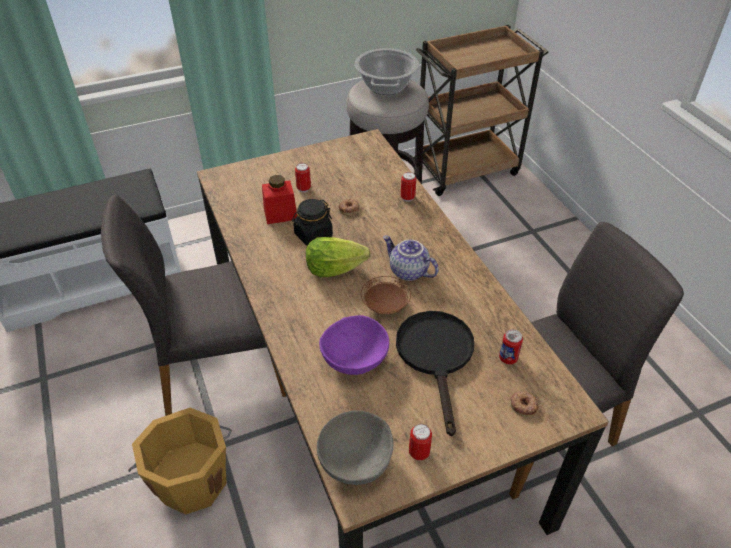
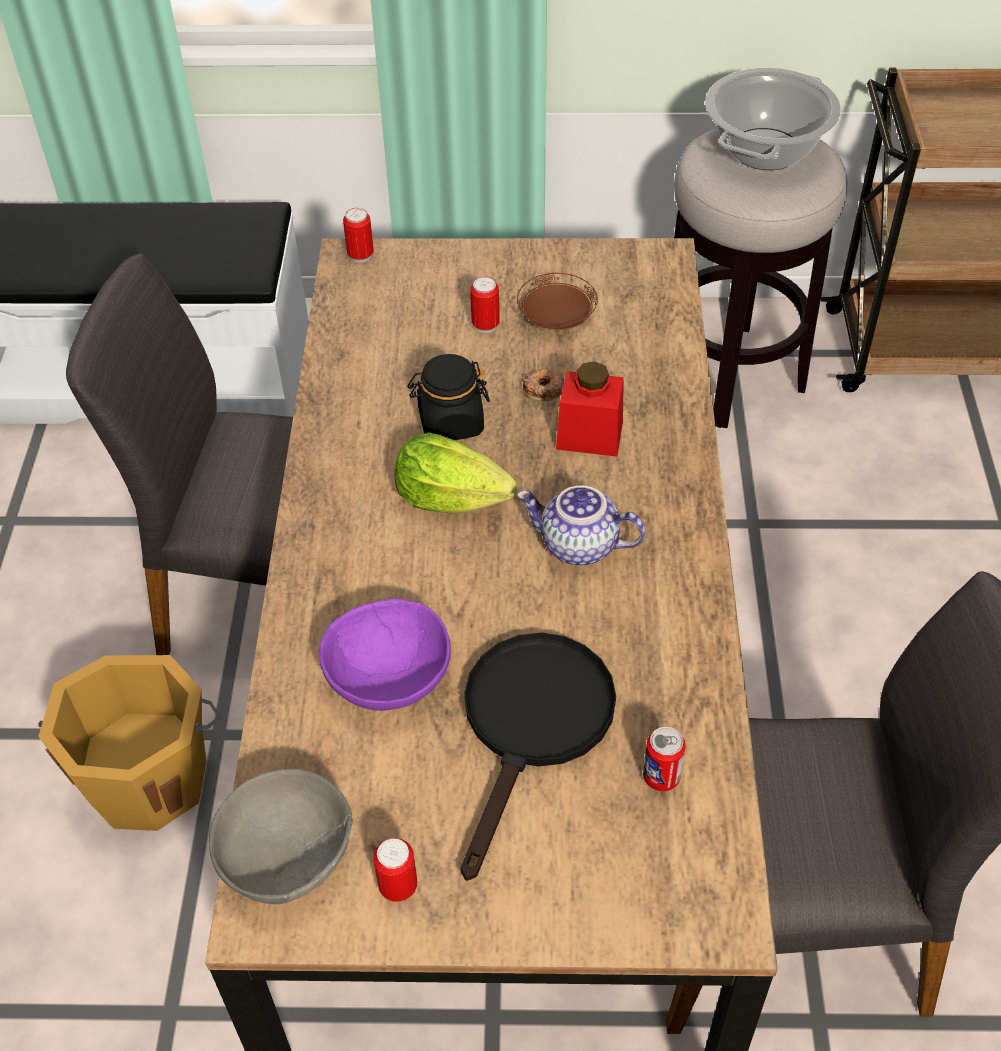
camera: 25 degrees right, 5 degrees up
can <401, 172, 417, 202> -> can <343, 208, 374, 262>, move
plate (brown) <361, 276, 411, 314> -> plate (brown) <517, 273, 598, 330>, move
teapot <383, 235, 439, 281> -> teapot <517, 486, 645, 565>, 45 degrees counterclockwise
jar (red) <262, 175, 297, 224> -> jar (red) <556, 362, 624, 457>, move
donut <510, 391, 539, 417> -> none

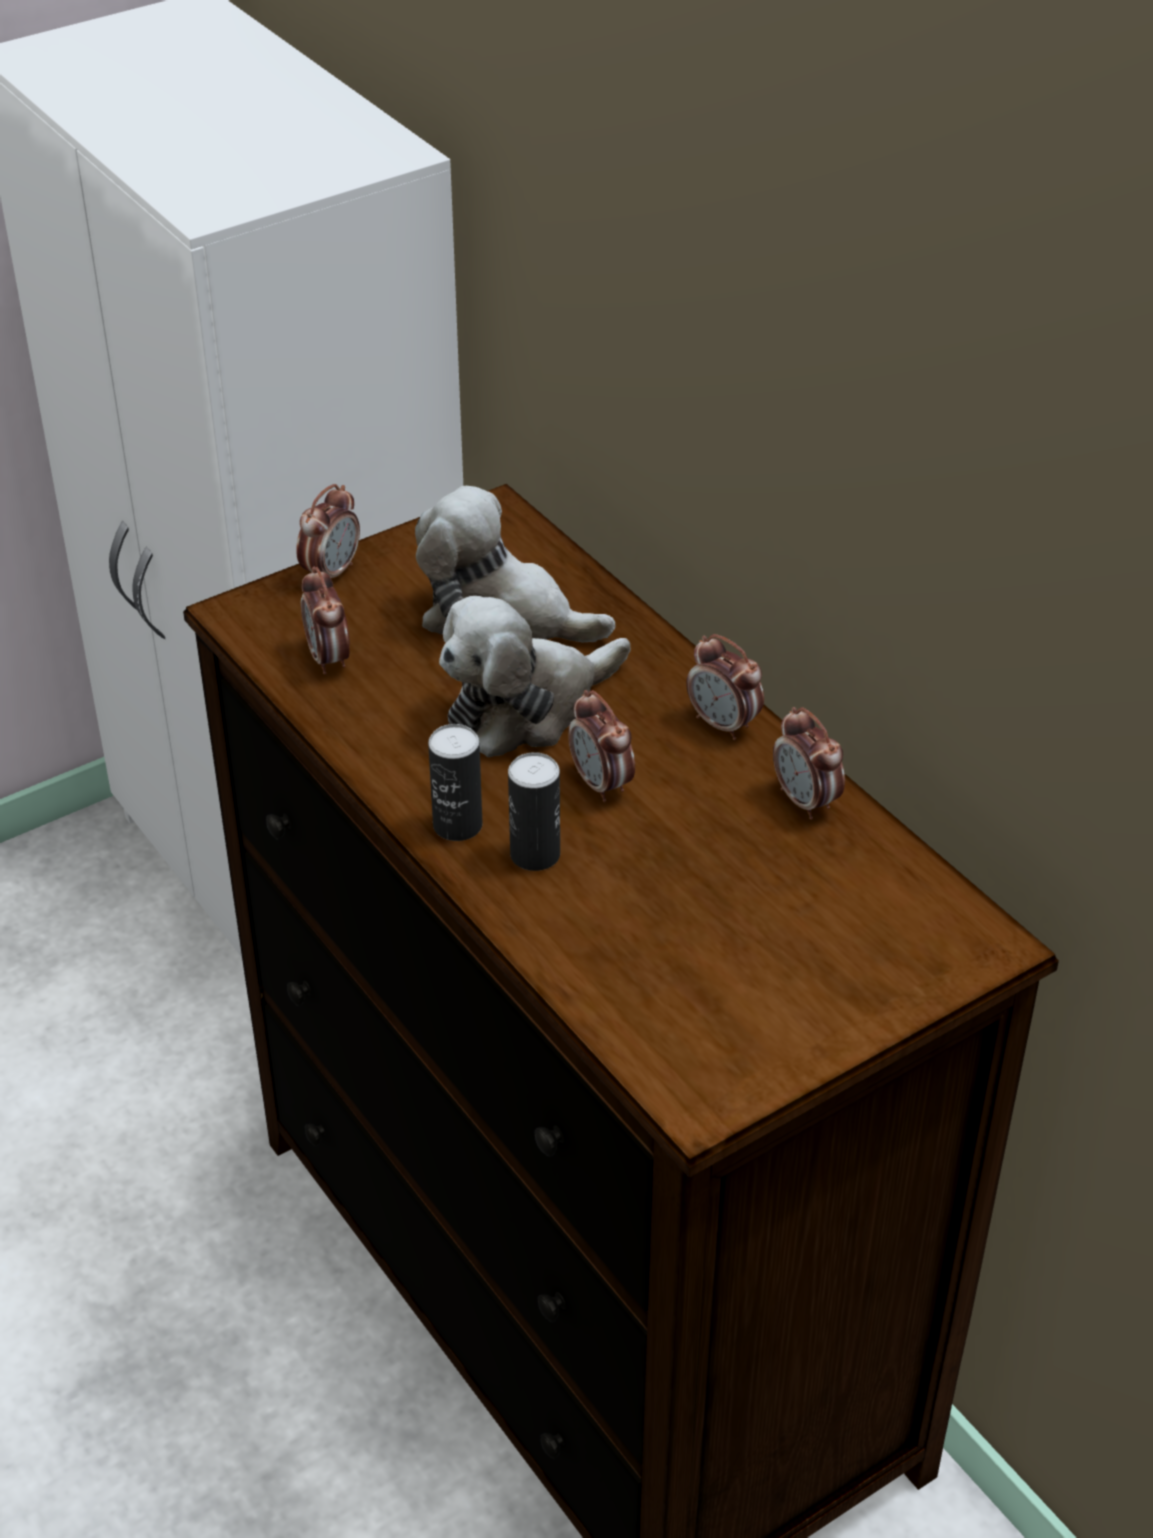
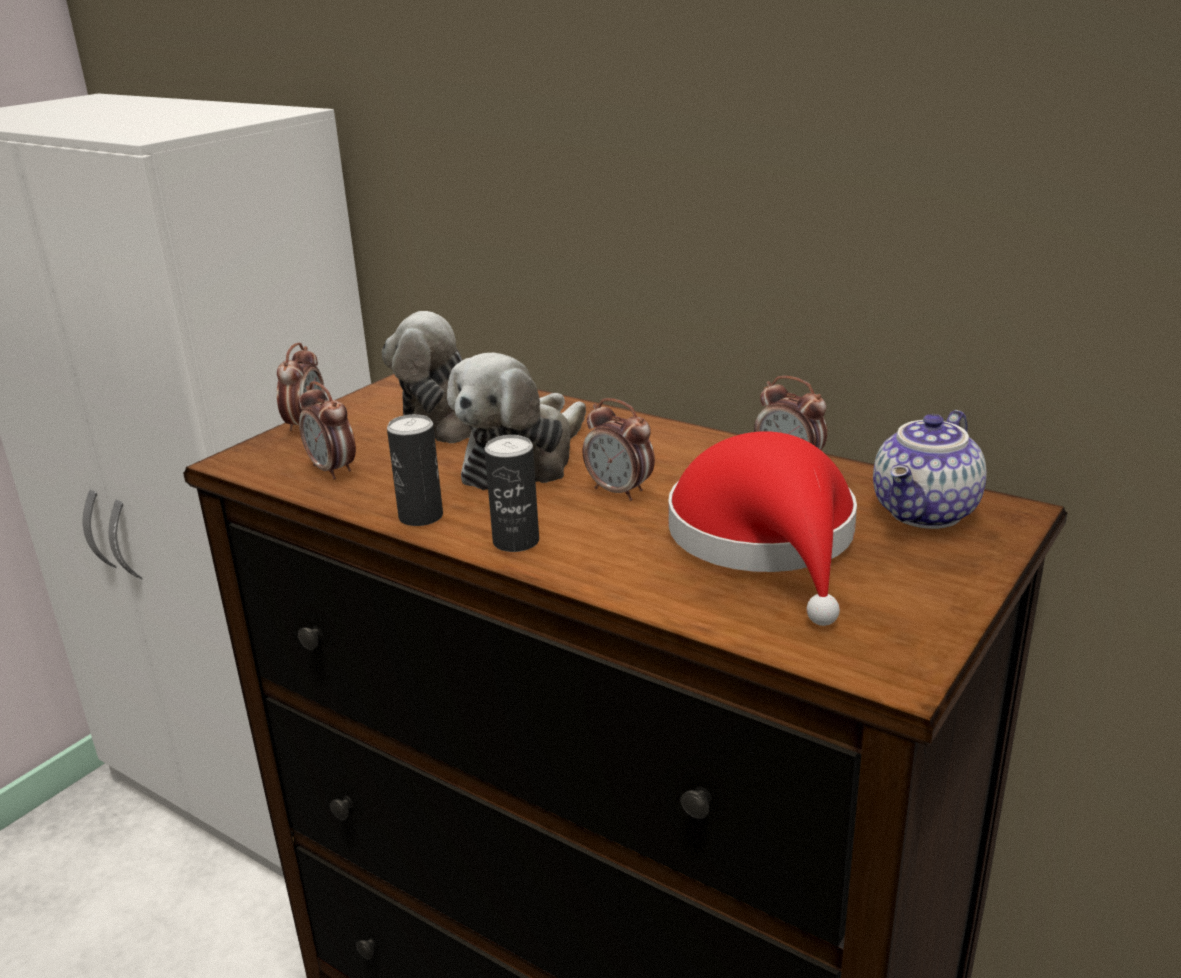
camera: 20 degrees left, 15 degrees down
can <508, 752, 560, 871> -> can <387, 414, 443, 526>, move
none -> hat (red) <668, 431, 857, 626>
none -> teapot <873, 410, 987, 529>
alarm clock <686, 634, 764, 740> -> none

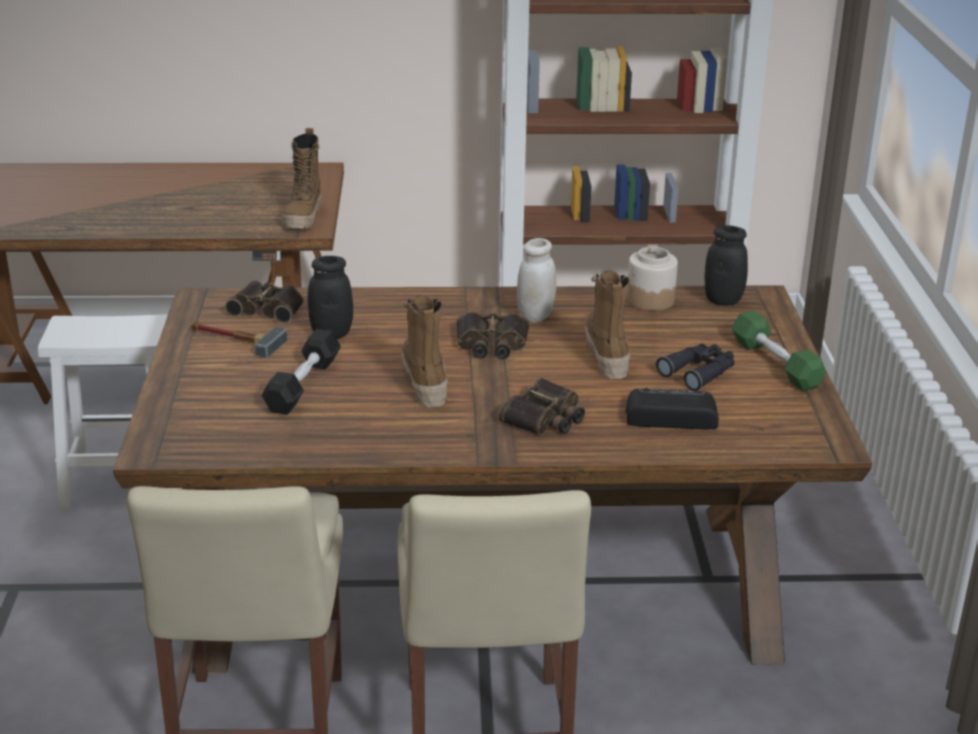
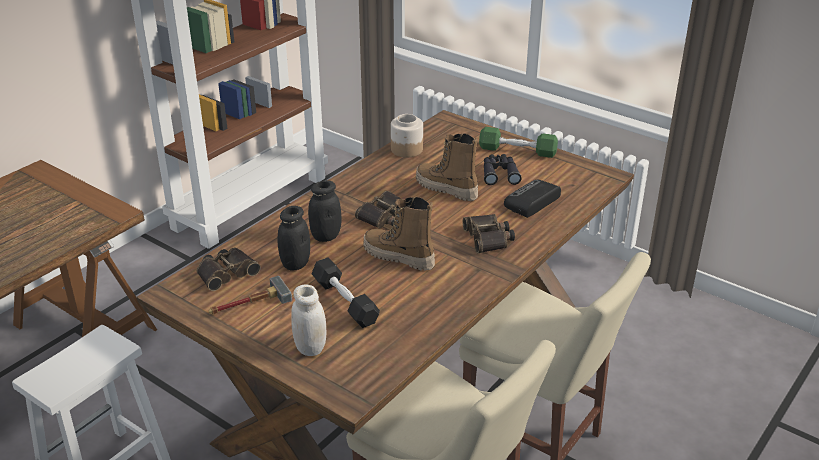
camera: 50 degrees left, 5 degrees up
jar (white) <517, 238, 556, 322> -> jar (white) <292, 285, 326, 356>, move
jar (black) <705, 225, 748, 306> -> jar (black) <308, 180, 342, 242>, move
boot <282, 128, 321, 229> -> none

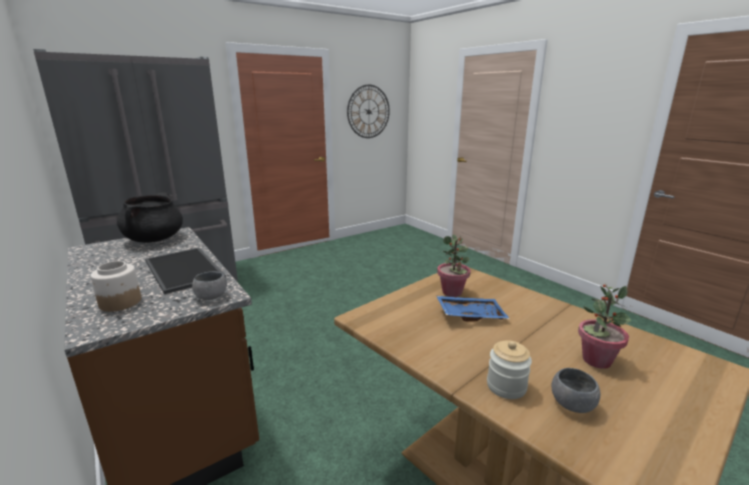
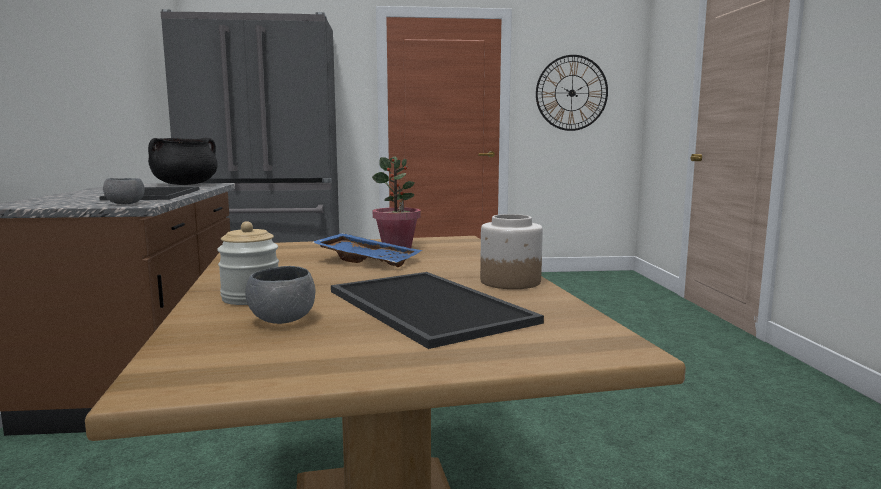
camera: 30 degrees right, 10 degrees down
potted plant <578, 285, 631, 369> -> tray <331, 272, 544, 349>
jar <90, 261, 141, 312> -> jar <480, 214, 543, 289>, move

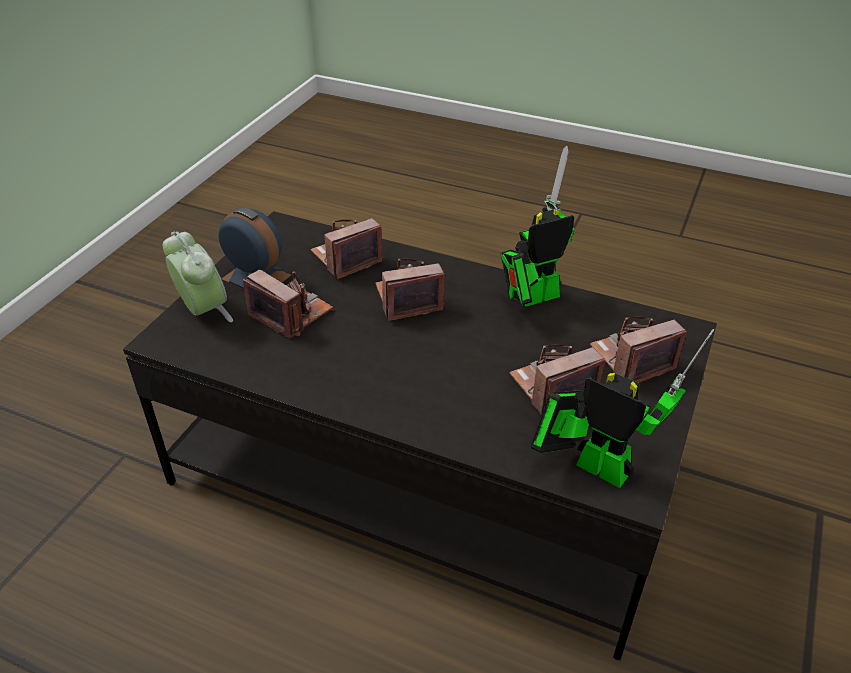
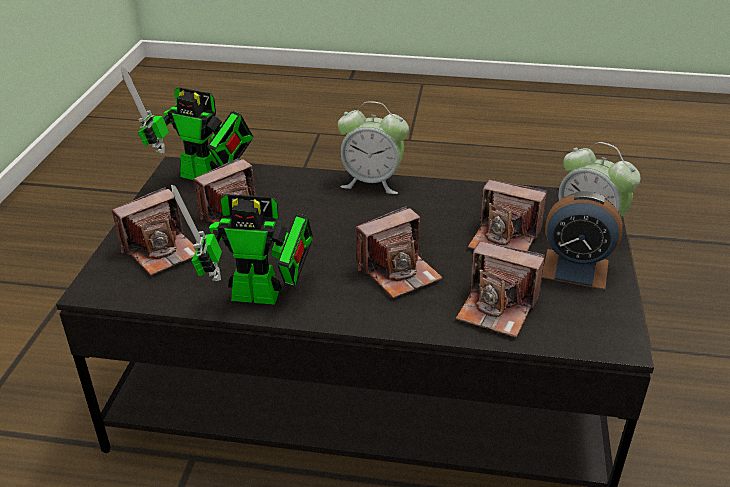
camera: 165 degrees right, 5 degrees down
toy robot <500, 146, 575, 307> -> toy robot <171, 185, 313, 305>, 45 degrees clockwise
none -> alarm clock <338, 101, 409, 194>
photo camera <310, 218, 382, 279> -> photo camera <456, 241, 545, 337>, 75 degrees clockwise

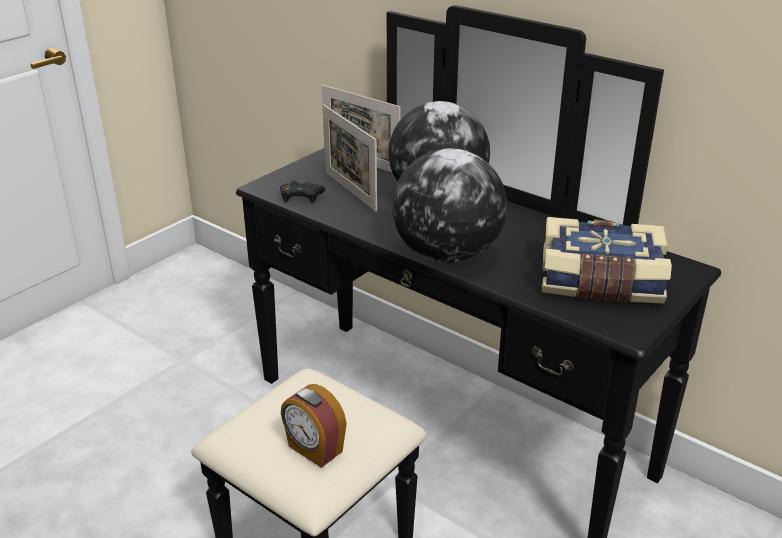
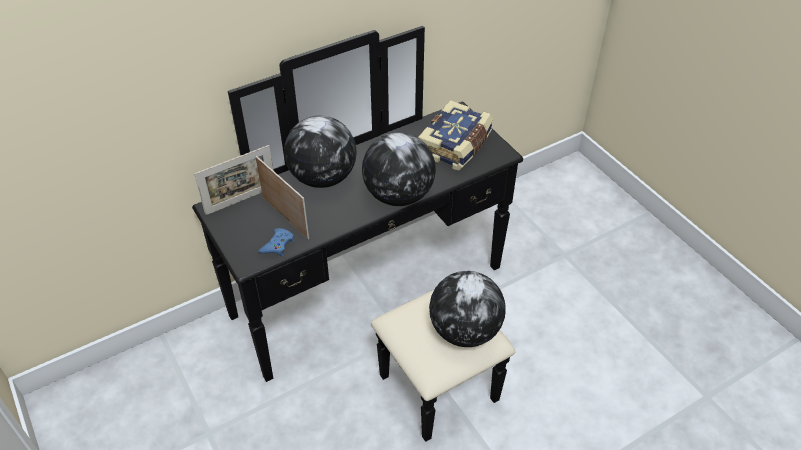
camera: 70 degrees left, 15 degrees up
picture frame <323, 104, 377, 212> -> picture frame <255, 156, 309, 239>, 120 degrees counterclockwise
game controller (black) <280, 180, 325, 203> -> game controller (blue) <258, 228, 294, 256>
alarm clock <281, 384, 347, 468> -> globe <429, 271, 506, 347>

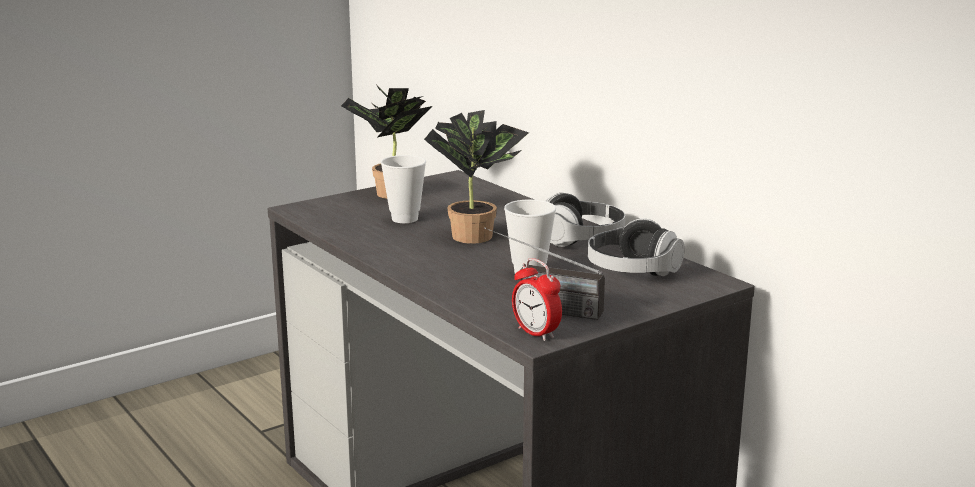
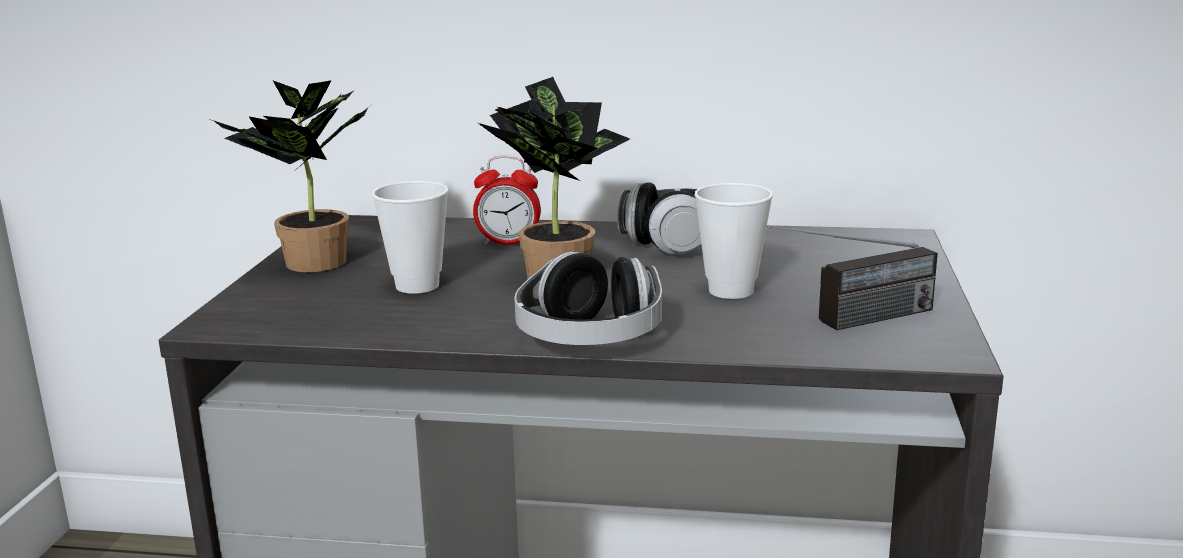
camera: 45 degrees left, 0 degrees up
alarm clock <512, 258, 562, 341> -> alarm clock <473, 156, 541, 245>, move
headphones <588, 218, 685, 276> -> headphones <515, 252, 662, 345>, move

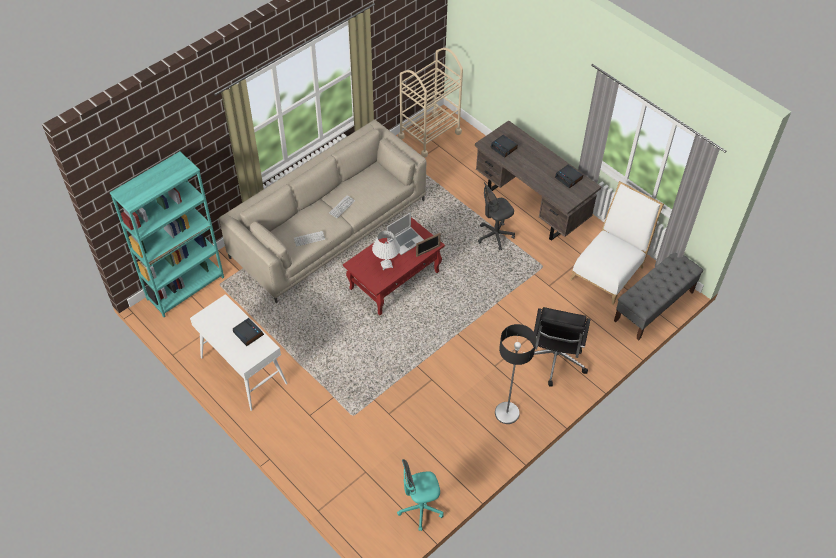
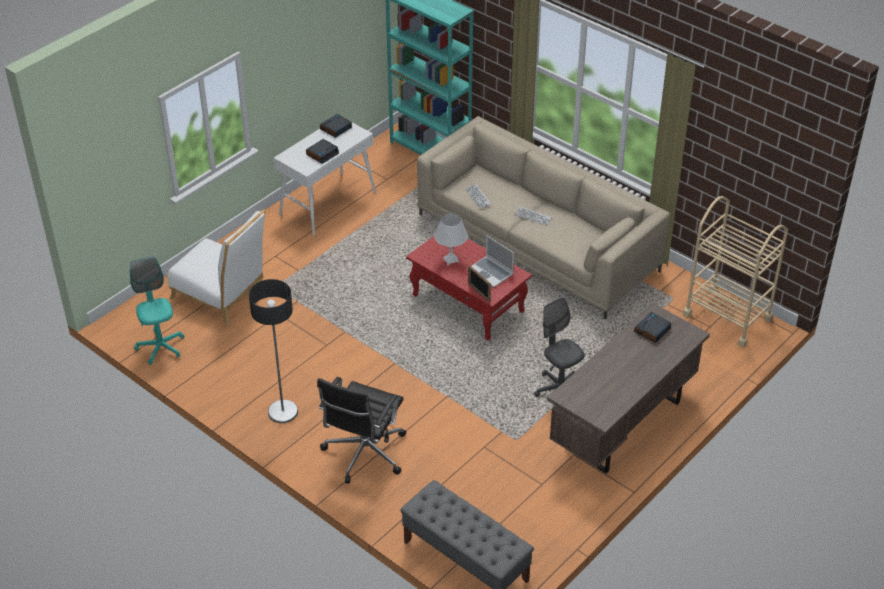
camera: 85 degrees right, 10 degrees down
chair (white) <569, 181, 664, 305> -> chair (white) <167, 210, 266, 325>, move
office chair (black) <534, 307, 591, 387> -> office chair (black) <317, 377, 406, 483>, 75 degrees counterclockwise
alarm clock <555, 165, 583, 188> -> alarm clock <320, 114, 352, 138>, move

